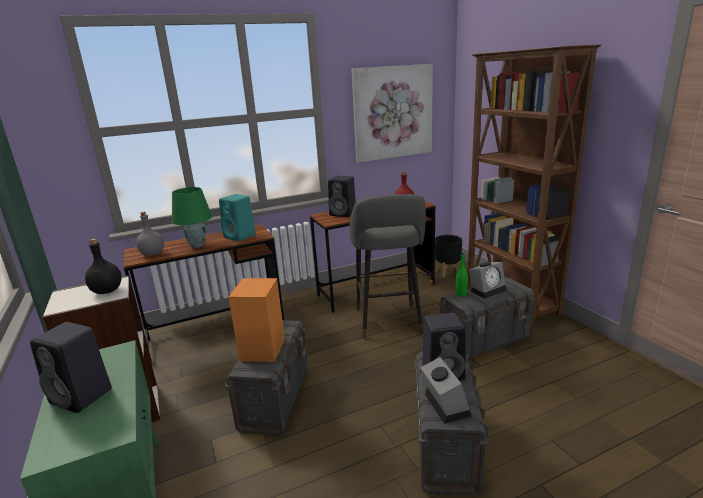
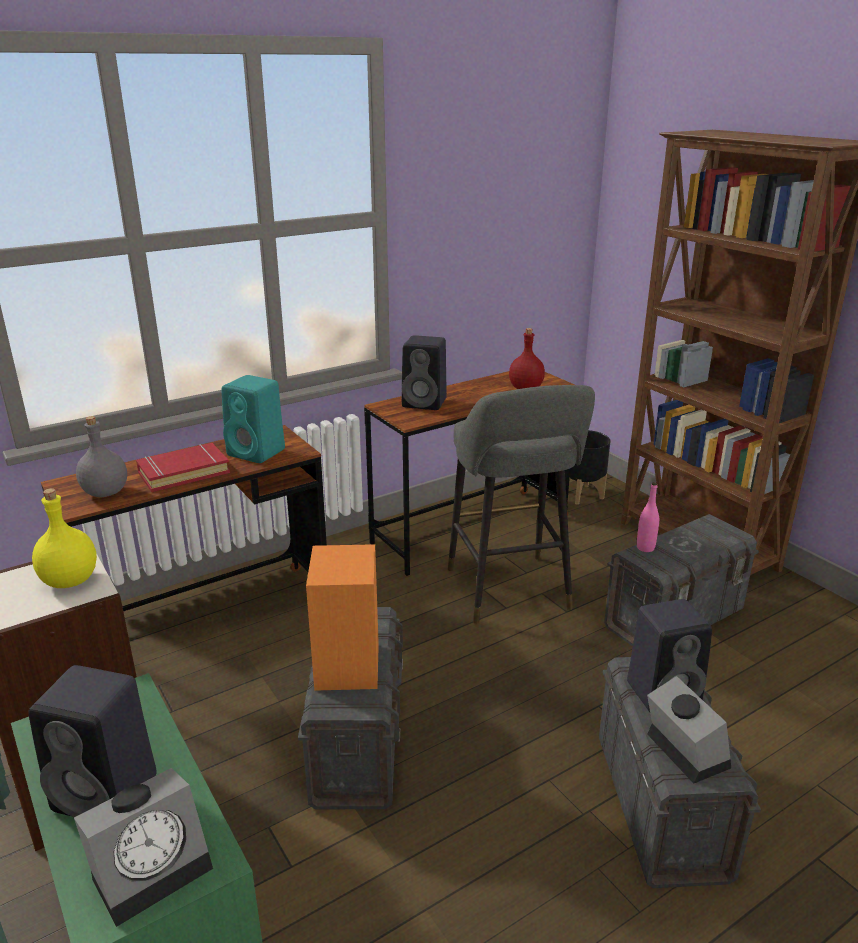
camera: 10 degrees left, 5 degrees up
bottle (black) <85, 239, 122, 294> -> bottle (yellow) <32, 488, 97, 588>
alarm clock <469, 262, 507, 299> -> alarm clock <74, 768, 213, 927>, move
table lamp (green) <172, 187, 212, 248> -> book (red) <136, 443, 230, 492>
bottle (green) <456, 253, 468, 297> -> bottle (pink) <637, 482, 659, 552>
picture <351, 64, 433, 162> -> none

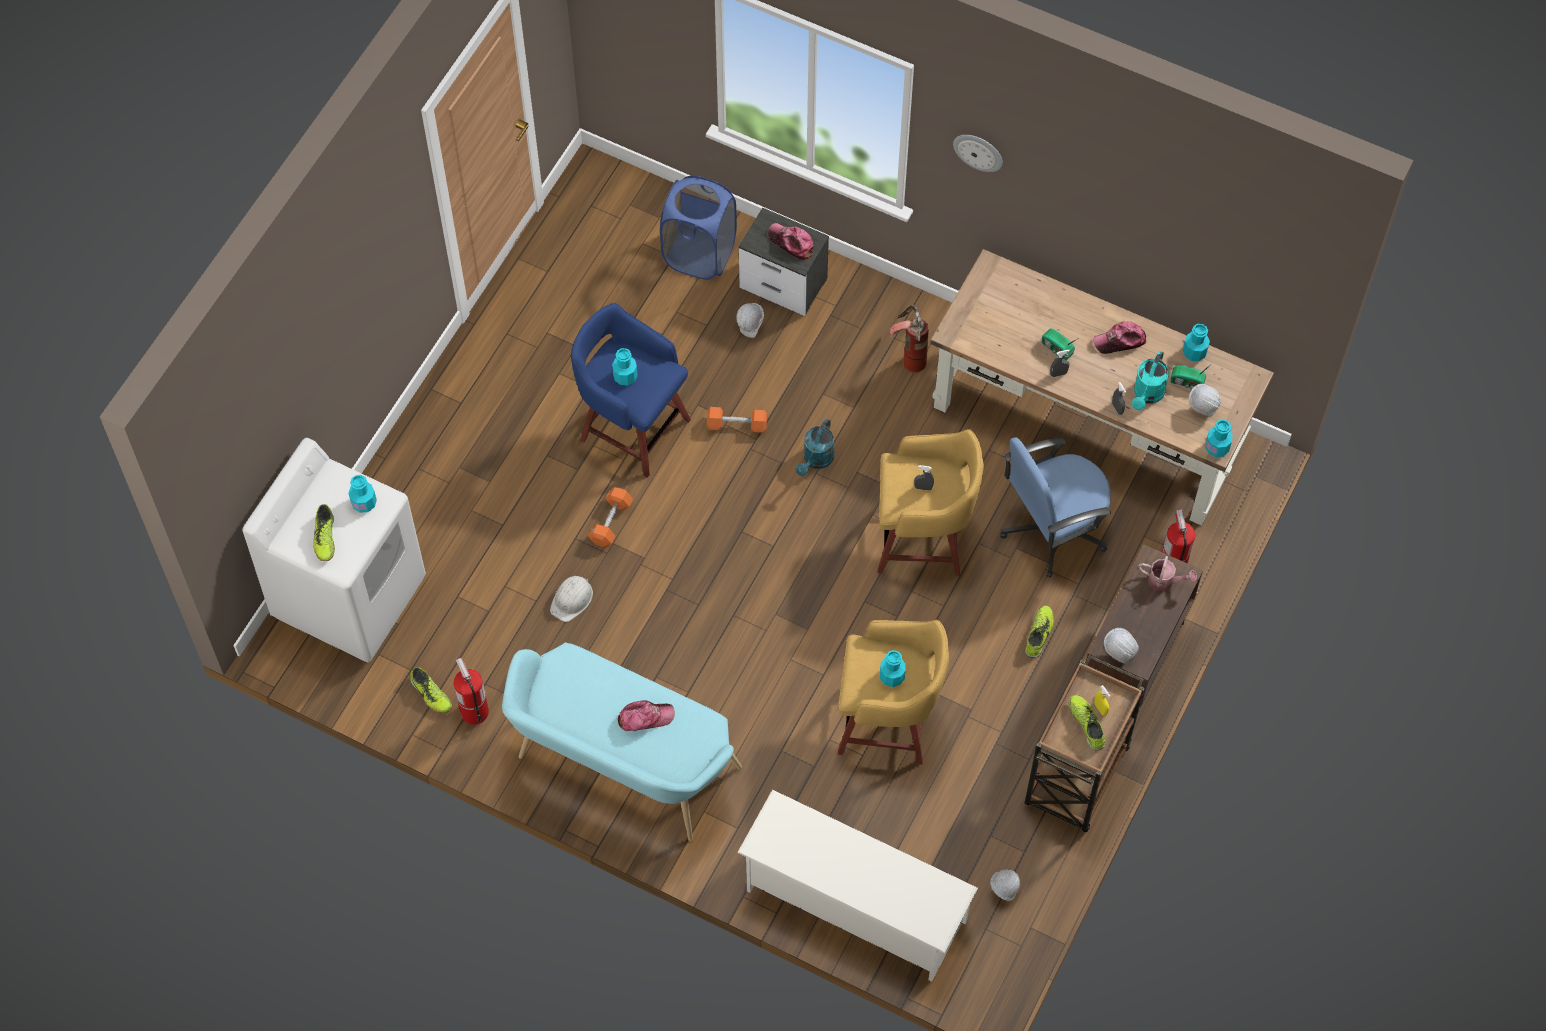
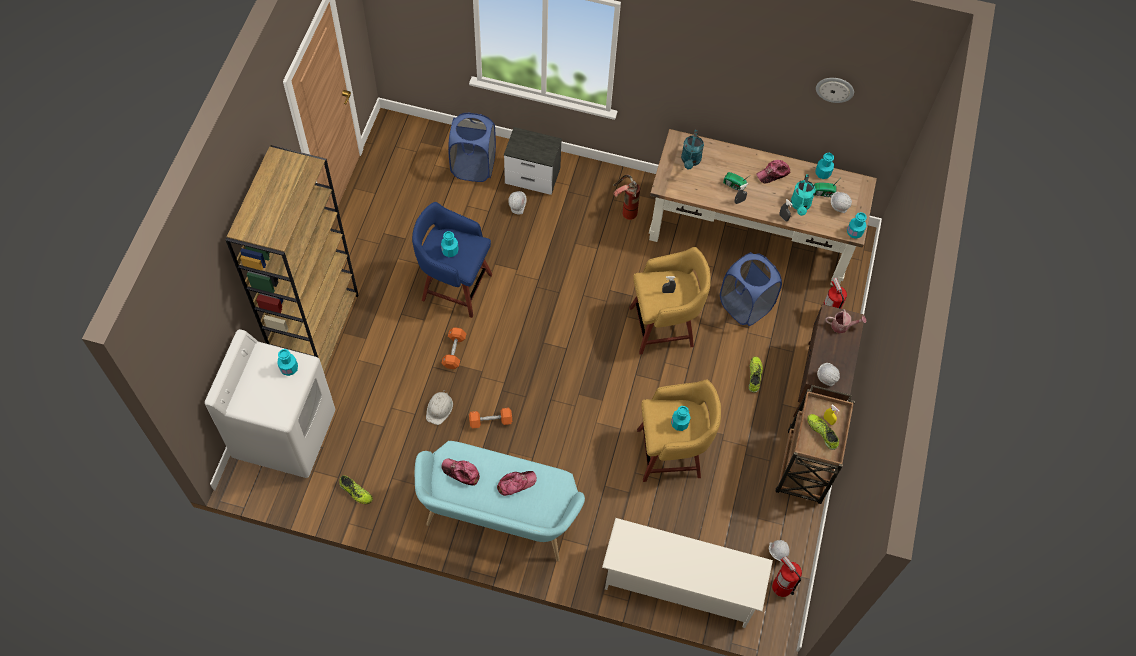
camera: 15 degrees left, 0 degrees up
none -> bookcase (brown) <226, 145, 358, 372>
cap <768, 223, 814, 261> -> cap <442, 459, 480, 486>, move
dumbbell (orange) <707, 407, 767, 433> -> dumbbell (orange) <469, 408, 512, 429>, move
watering can (turquoise) <796, 419, 834, 476> -> watering can (turquoise) <681, 130, 704, 169>, move
office chair (blue) <1000, 437, 1111, 578> -> laundry basket (blue) <720, 252, 782, 326>
fire extinguisher <454, 658, 489, 725> -> fire extinguisher <772, 556, 802, 597>, move
wall clock <953, 135, 1003, 172> -> wall clock <816, 78, 854, 103>, move
shoe <313, 504, 335, 561> -> none

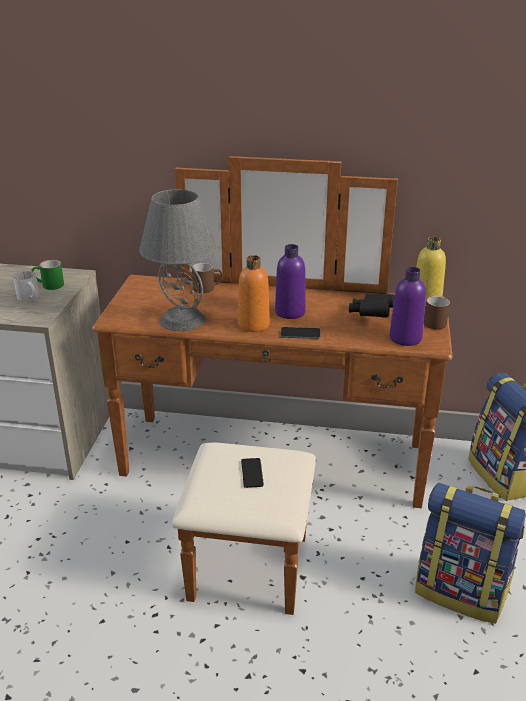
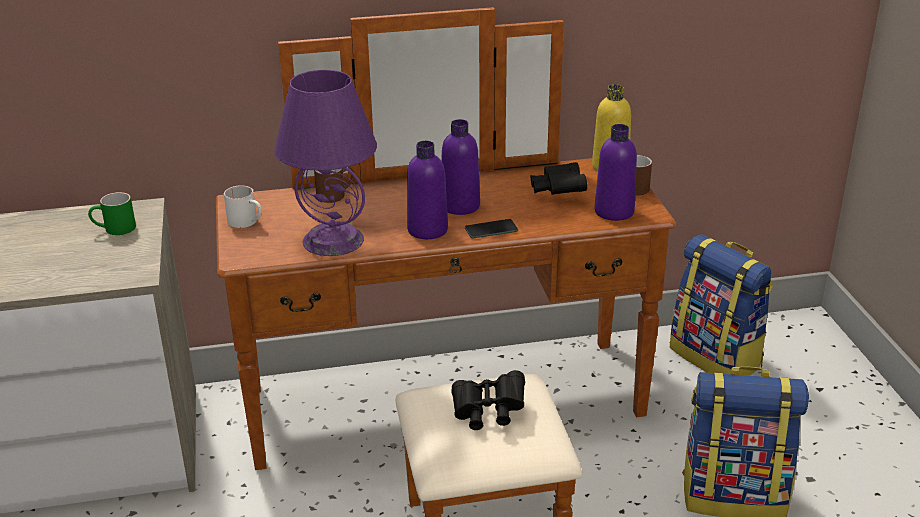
camera: 20 degrees left, 0 degrees up
mug (white) <13, 271, 39, 302> -> mug (white) <224, 185, 262, 228>, move
table lamp (grey) <139, 189, 217, 331> -> table lamp (purple) <274, 70, 377, 256>
bottle (orange) <238, 255, 270, 332> -> bottle (purple) <407, 141, 448, 239>
phone <241, 458, 264, 488> -> binoculars (black) <451, 370, 525, 430>

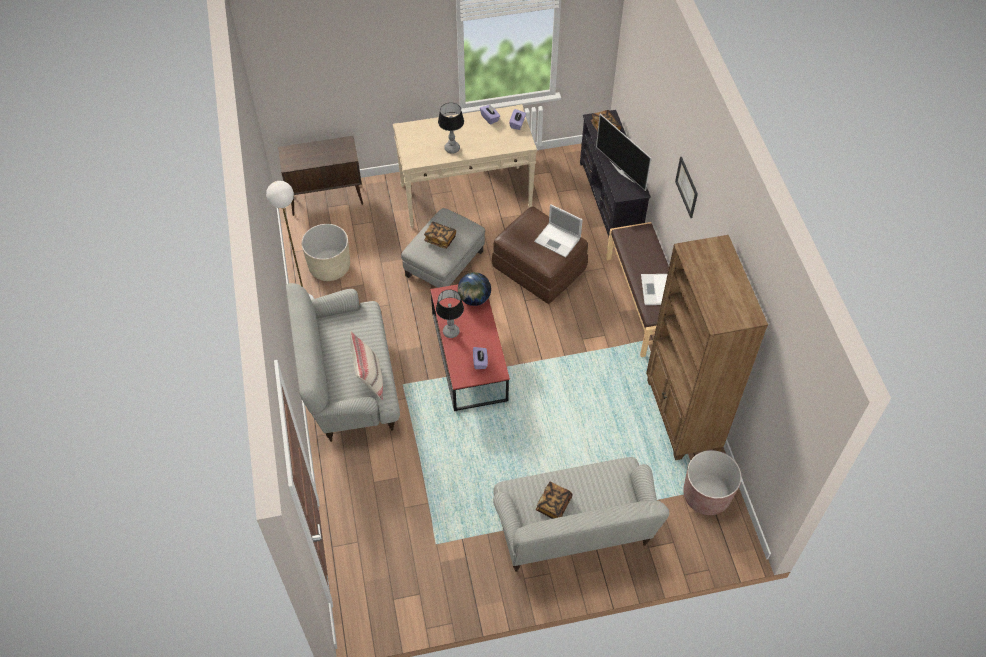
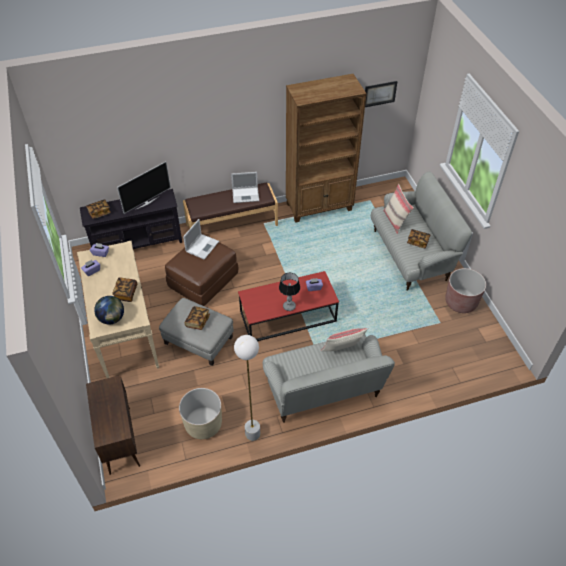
camera: 95 degrees left, 5 degrees down
globe <458, 272, 491, 306> -> globe <94, 296, 124, 324>, move
table lamp <438, 103, 464, 154> -> book <112, 277, 137, 302>
picture <675, 157, 698, 218> -> picture <365, 81, 398, 107>, move
none -> pillow (beige) <383, 184, 414, 234>
planter (brown) <683, 450, 742, 515> -> planter (brown) <445, 268, 486, 313>, move

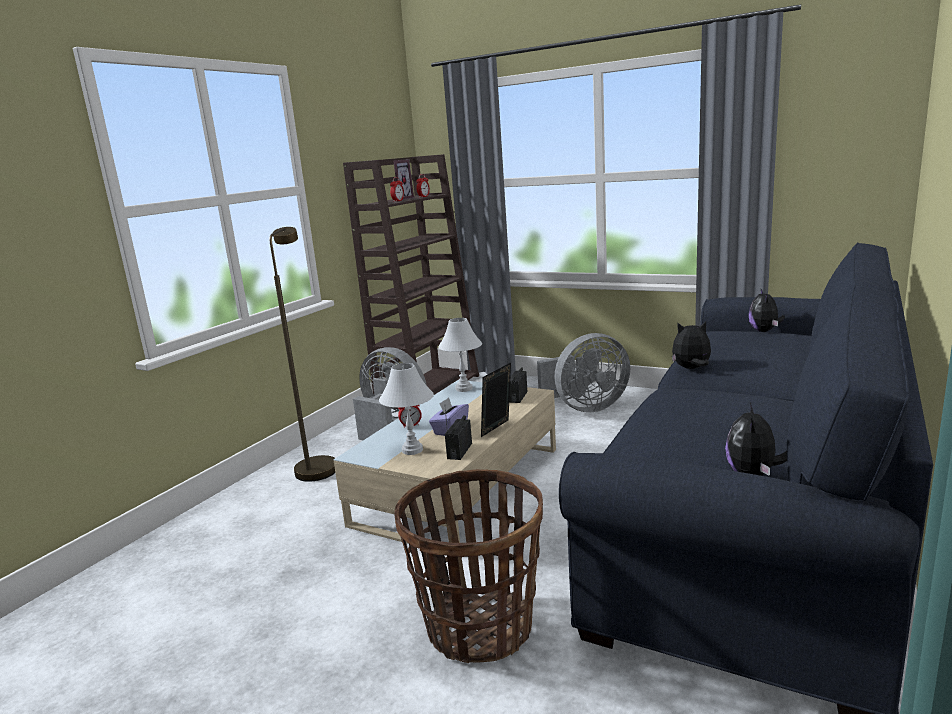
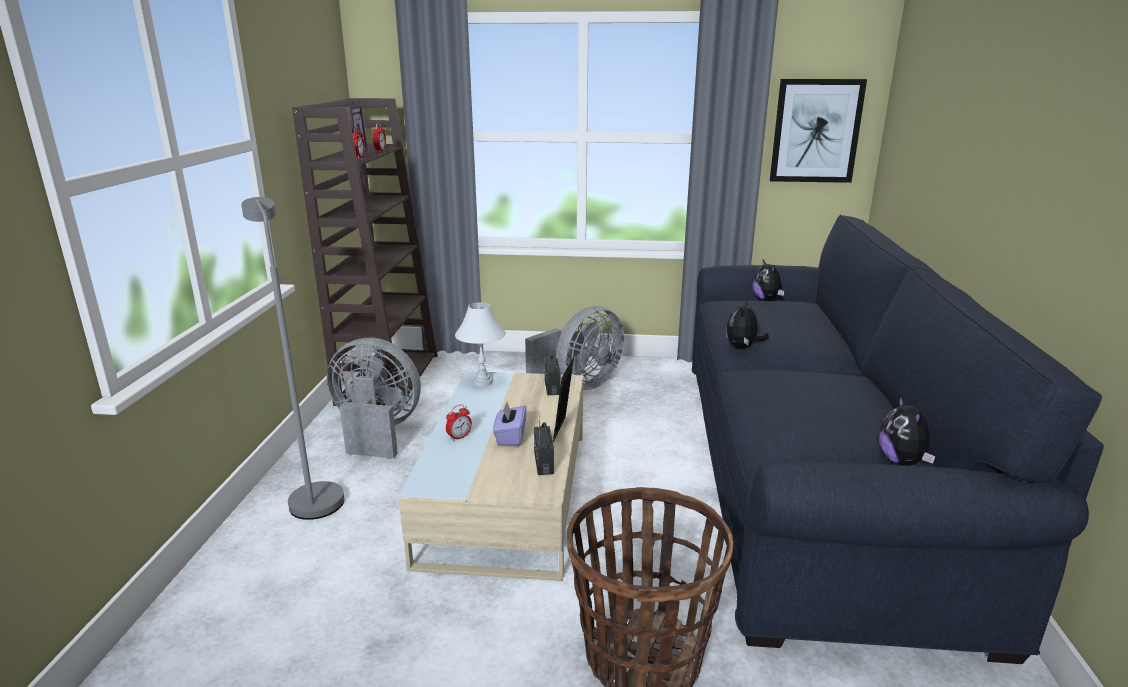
camera: 25 degrees left, 5 degrees up
floor lamp (brown) <269, 227, 335, 482> -> floor lamp (grey) <241, 197, 344, 520>
plush toy <672, 321, 711, 369> -> plush toy <726, 299, 769, 349>, 45 degrees counterclockwise
none -> picture <770, 79, 867, 183>
table lamp (white) <379, 363, 434, 455> -> none

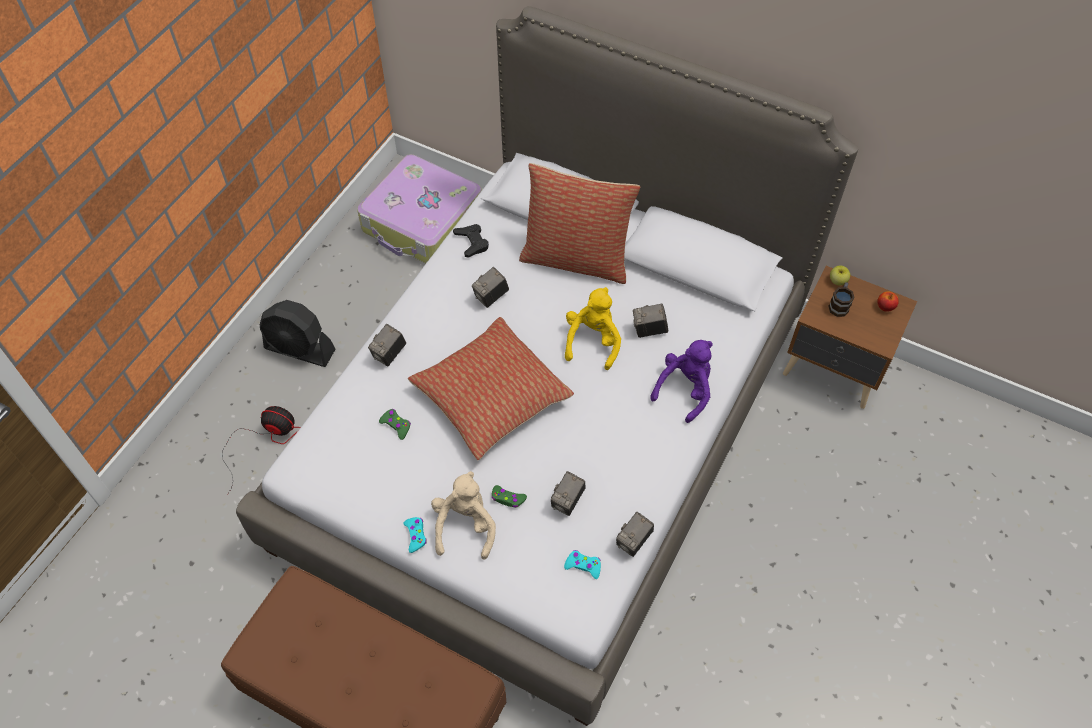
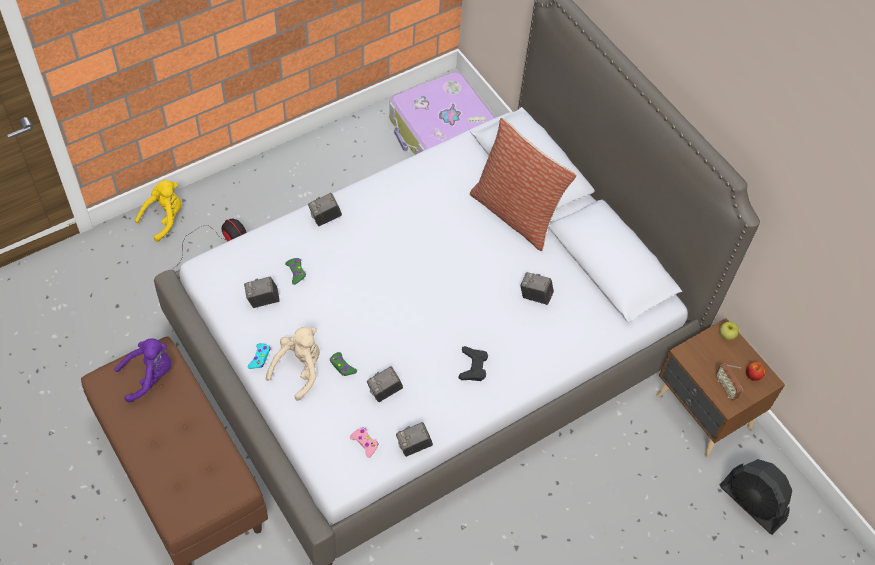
camera: 25 degrees right, 0 degrees up
plush toy (purple) <650, 340, 713, 423> -> plush toy (purple) <114, 338, 171, 402>, move
plush toy (yellow) <565, 287, 621, 370> -> plush toy (yellow) <135, 180, 182, 242>, move
photo camera <472, 267, 509, 308> -> photo camera <244, 276, 279, 308>, move
game controller (turquoise) <564, 550, 601, 579> -> game controller (pink) <350, 428, 378, 458>
game controller (black) <453, 224, 489, 258> -> game controller (black) <458, 346, 488, 381>, move
none -> radio <716, 364, 743, 401>
fan (black) <260, 300, 335, 367> -> fan (black) <720, 459, 792, 534>, move
pillow <408, 317, 574, 460> -> none
mug <828, 282, 855, 317> -> none

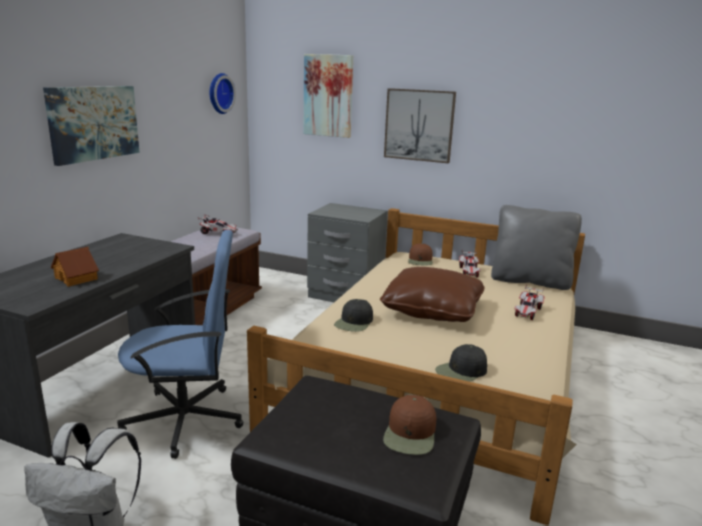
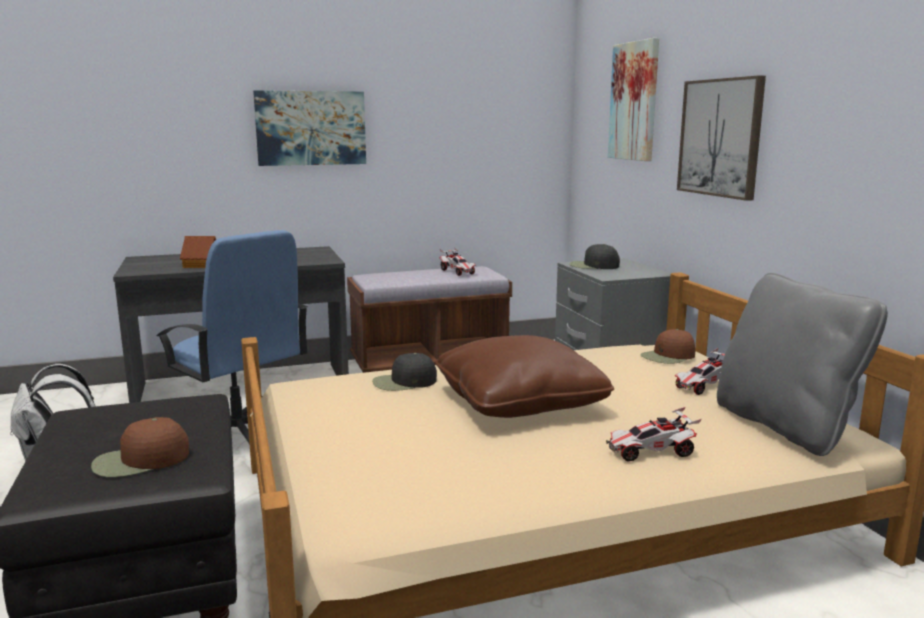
camera: 50 degrees right, 5 degrees down
cap (black) <435, 344, 487, 382> -> cap (black) <569, 244, 620, 269>, move
wall clock <210, 73, 236, 114> -> none

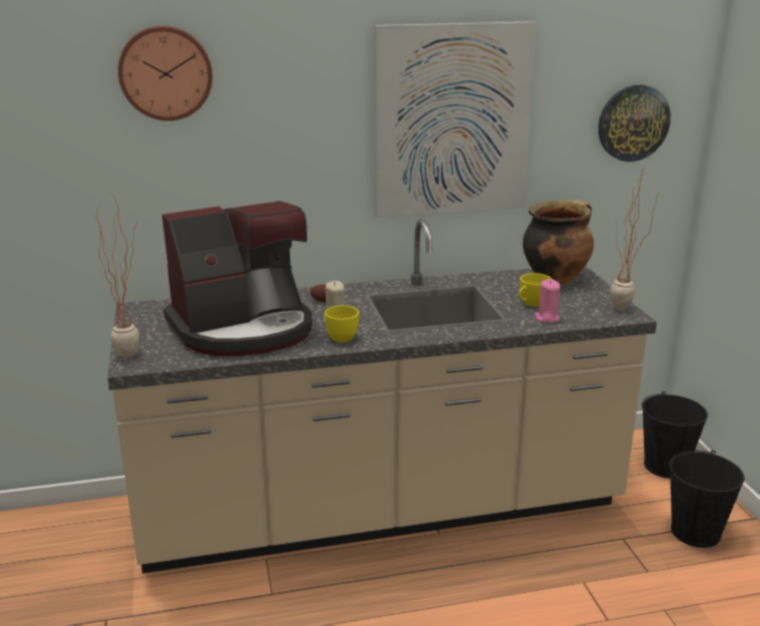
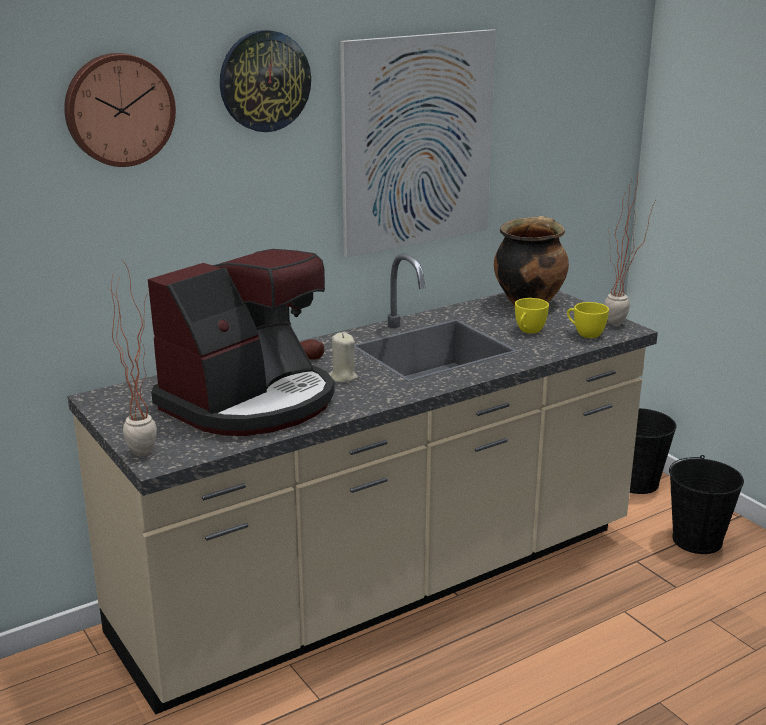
camera: 20 degrees left, 0 degrees up
wall clock <598, 85, 671, 162> -> wall clock <220, 30, 311, 132>, move
cup (yellow) <324, 305, 359, 343> -> cup (yellow) <567, 302, 609, 338>, move
candle (pink) <535, 279, 560, 323> -> none

